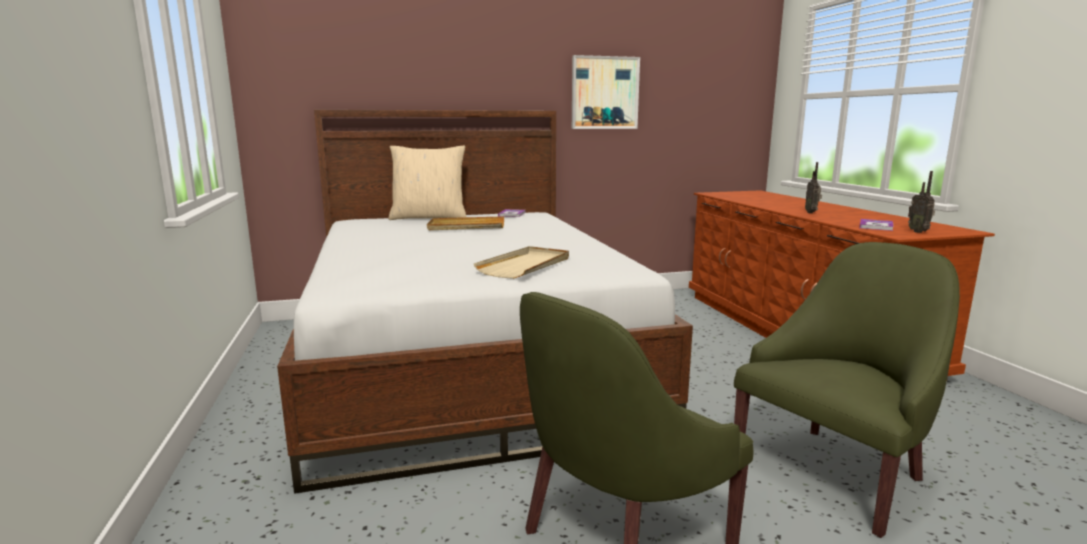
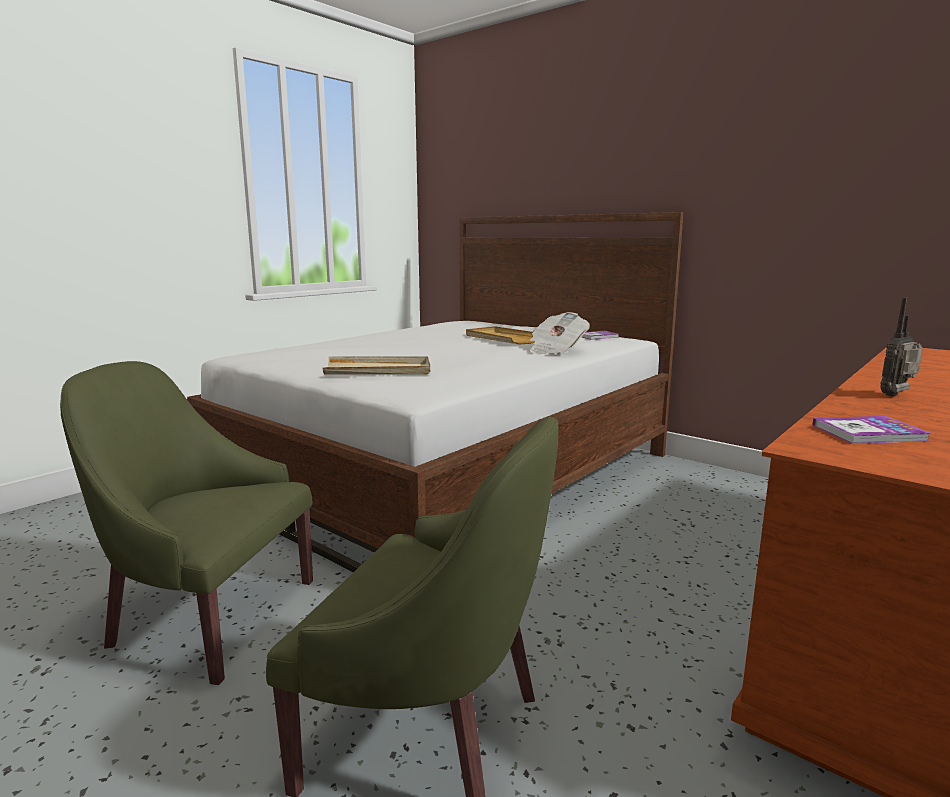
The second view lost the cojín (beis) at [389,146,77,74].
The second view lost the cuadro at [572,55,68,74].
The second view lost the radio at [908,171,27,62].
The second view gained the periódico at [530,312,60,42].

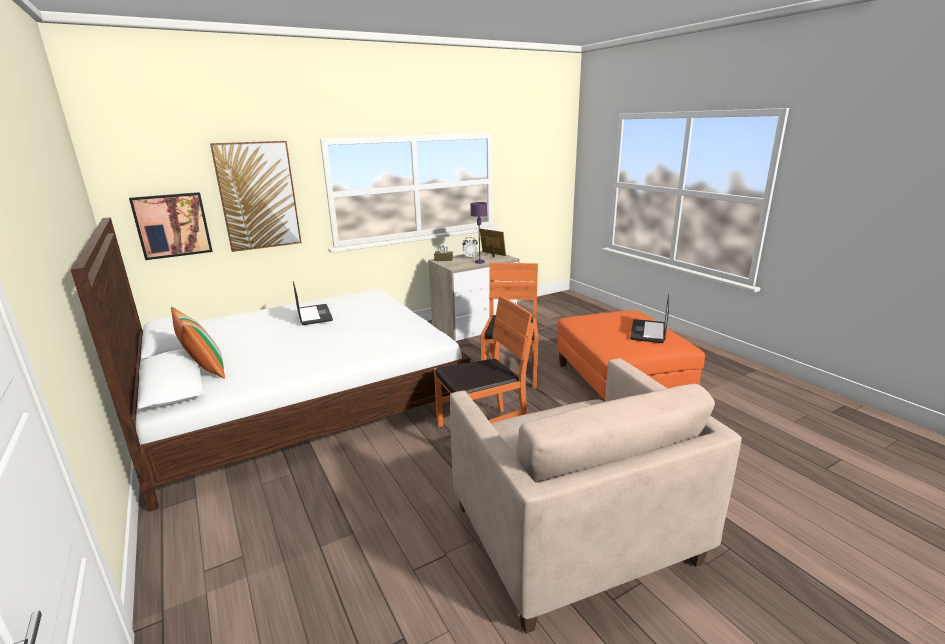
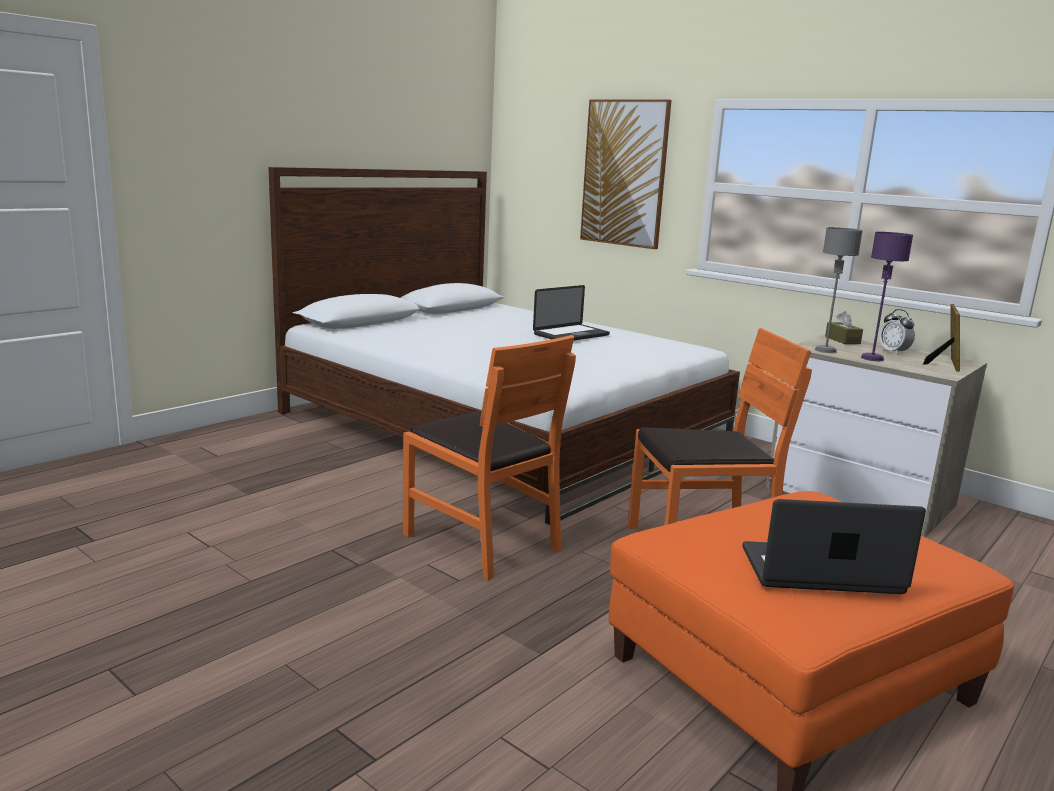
The second view lost the cuadro at [129,192,84,68].
The second view lost the cojín at [171,307,54,72].
The second view lost the sillón (beis) at [450,358,292,276].
The second view gained the lámpara de mesa (gris) at [815,227,48,126].

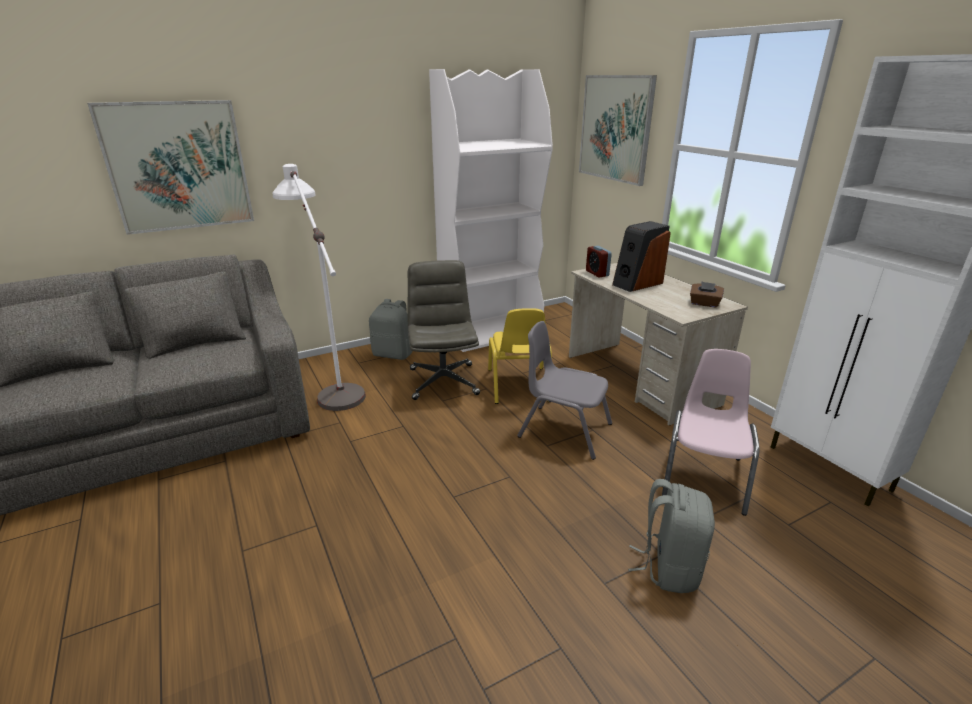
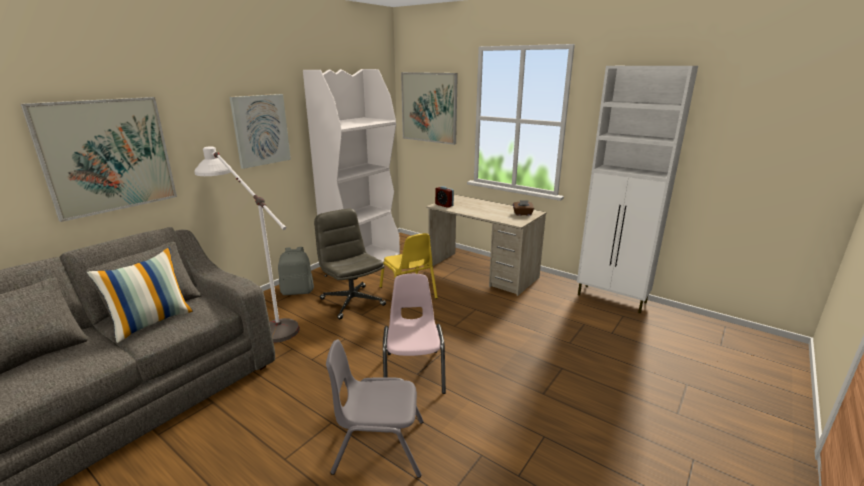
The silla (gris) ended up elsewhere, having gone from [517,321,95,139] to [326,339,98,139].
The second view lost the altavoz at [612,221,59,71].
The second view lost the mochila (gris) at [628,479,87,114].
The silla (rosa) ended up elsewhere, having gone from [662,349,98,167] to [383,274,63,120].
The second view gained the cojín at [87,248,106,95].
The second view gained the cuadro at [230,94,61,75].

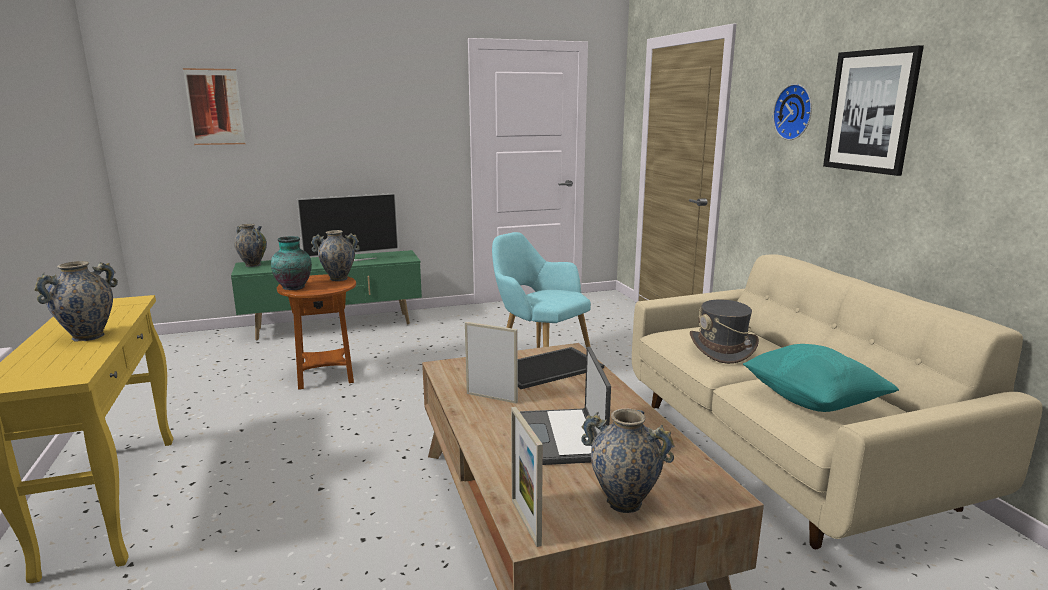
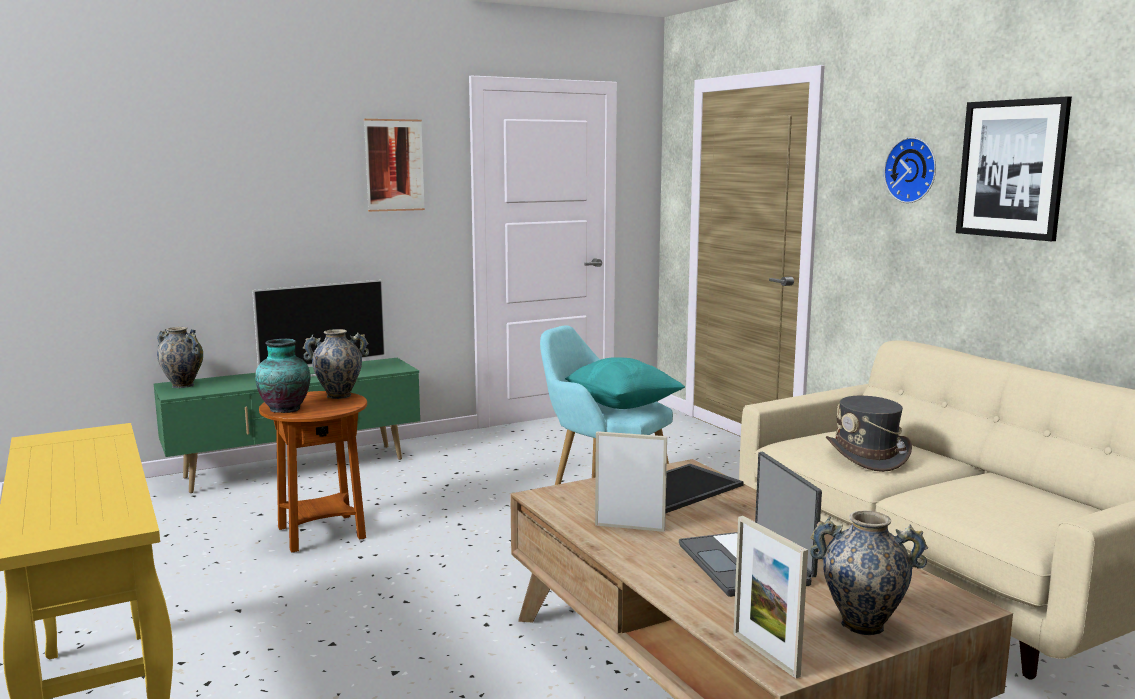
The second view lost the florero at [34,261,84,81].
The cuadro ended up elsewhere, having gone from [183,68,62,77] to [364,119,61,93].
The cojín (turquesa) ended up elsewhere, having gone from [743,344,156,68] to [565,357,120,52].

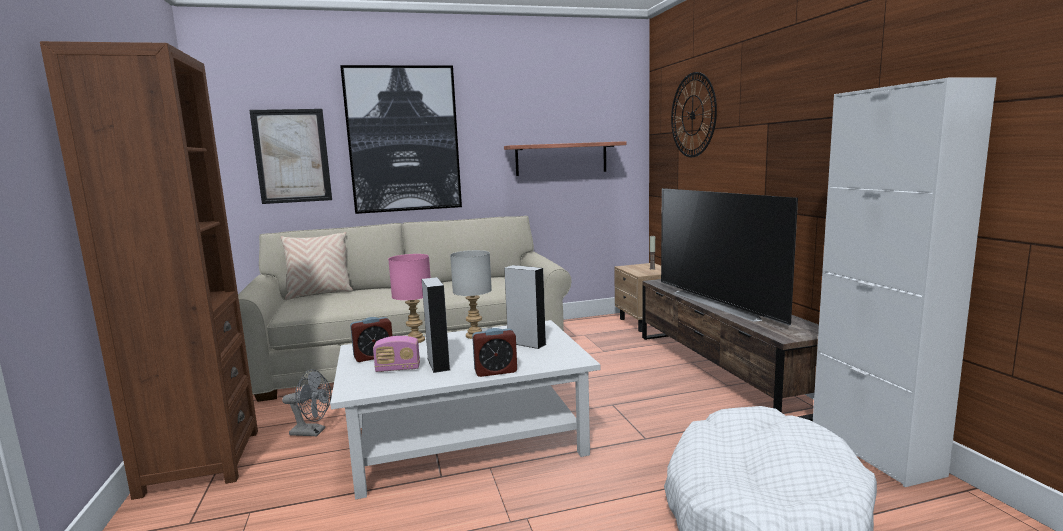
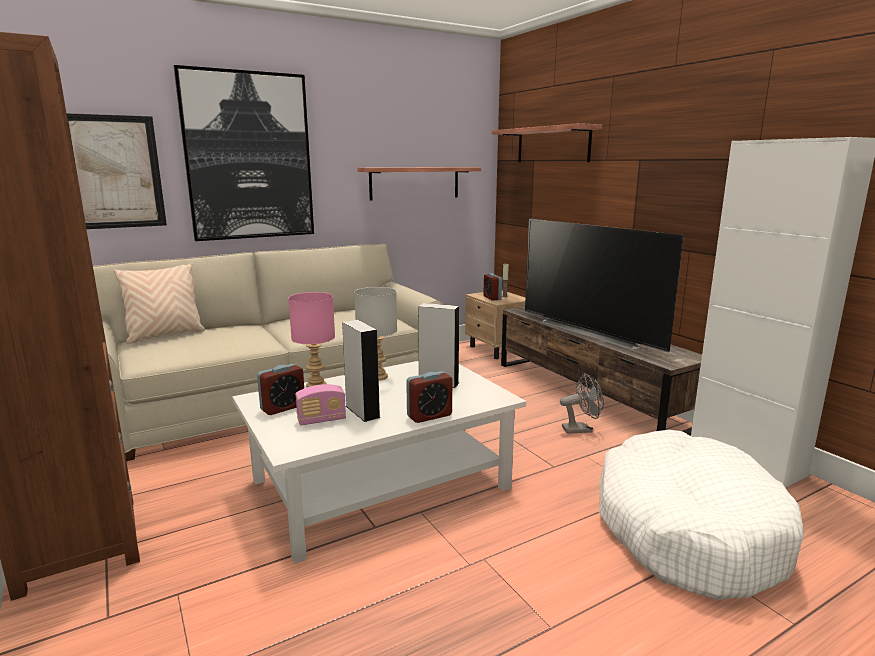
The ventilador (gris) ended up elsewhere, having gone from [282,369,50,67] to [560,373,44,61].
Where the reloj de pared hung at [671,72,46,85], the estante came to hang at [492,123,110,39].
The second view gained the despertador at [483,273,19,27].

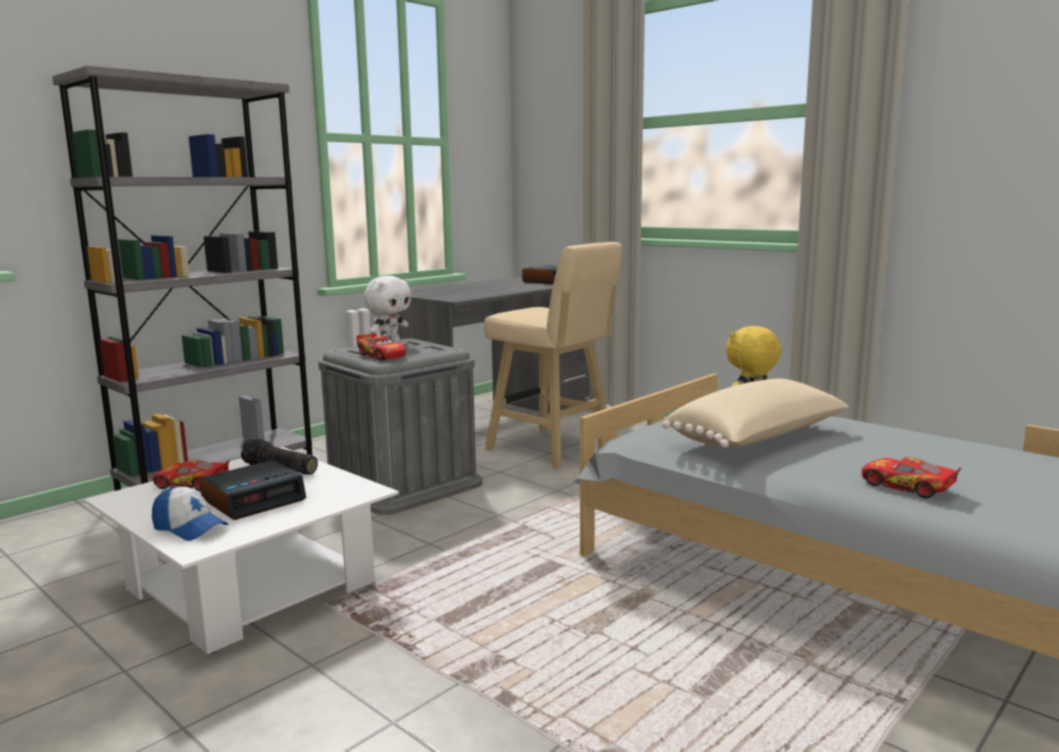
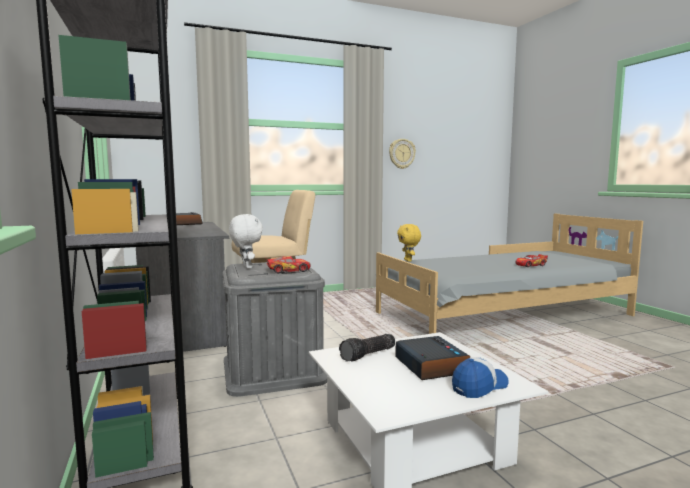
The second view lost the coche de juguete at [153,459,77,32].
The second view lost the cojín (beis) at [662,379,187,69].
The second view gained the reloj de pared at [389,139,27,30].

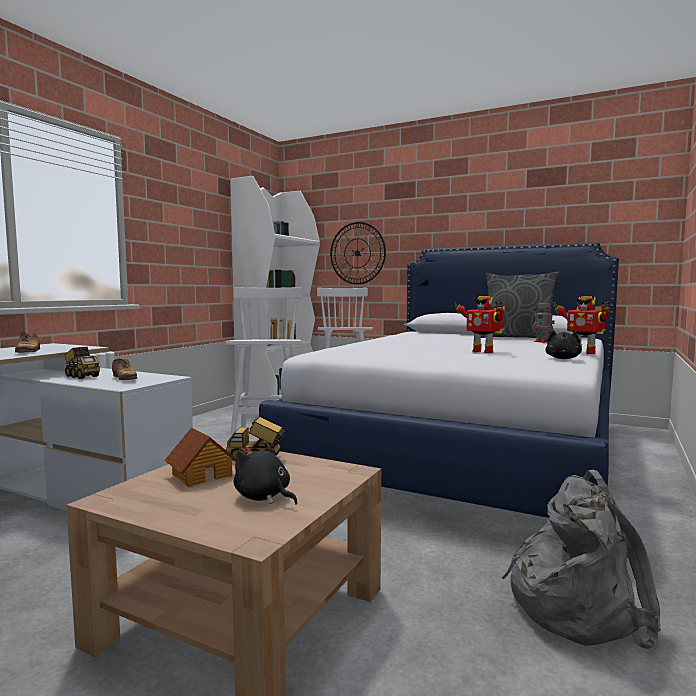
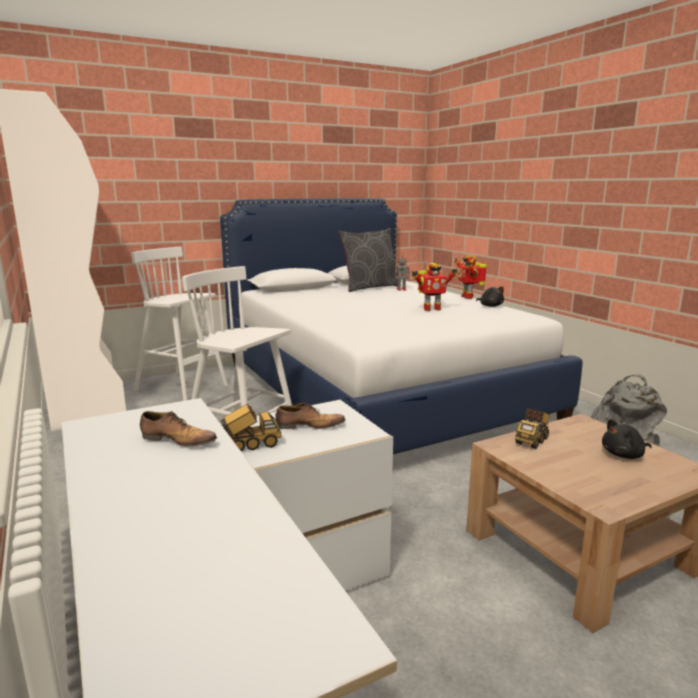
The second view lost the casita at [164,427,72,60].
The second view lost the reloj de pared at [330,222,56,62].
The robot de juguete at [552,296,58,58] ended up facing another way, 90 degrees clockwise from before.

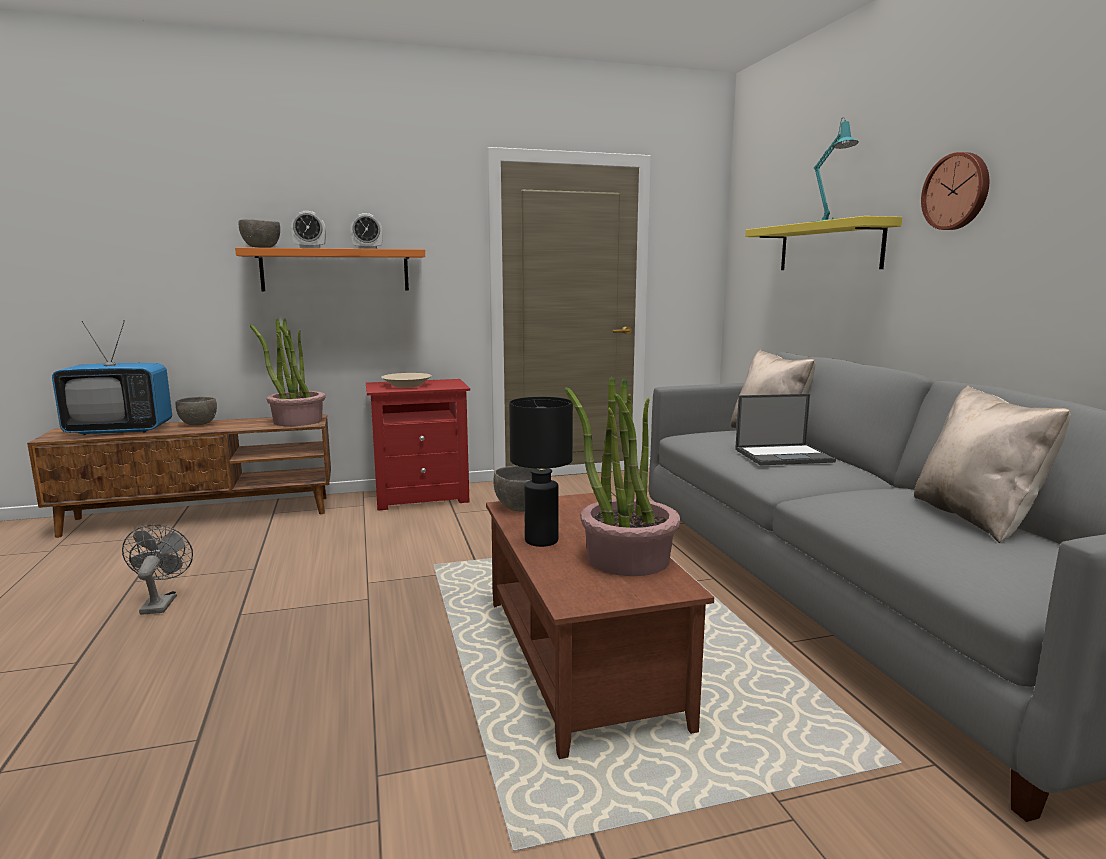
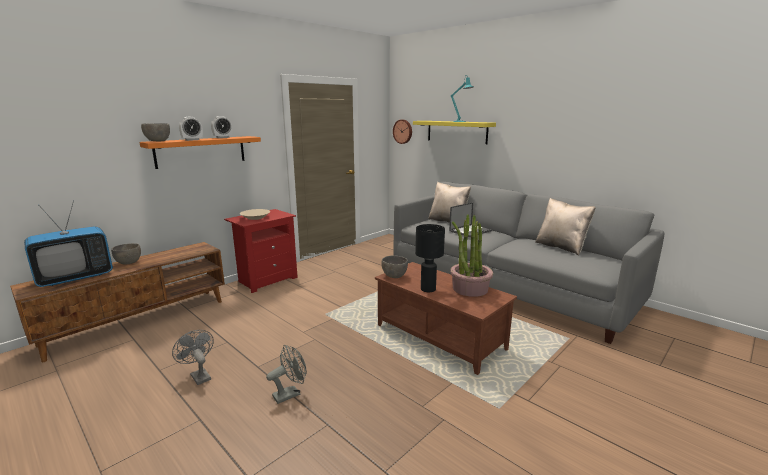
The second view lost the planta en maceta at [250,318,75,108].
The reloj de pared ended up elsewhere, having gone from [921,152,68,78] to [393,120,19,24].
The second view gained the ventilador (gris) at [266,345,41,59].

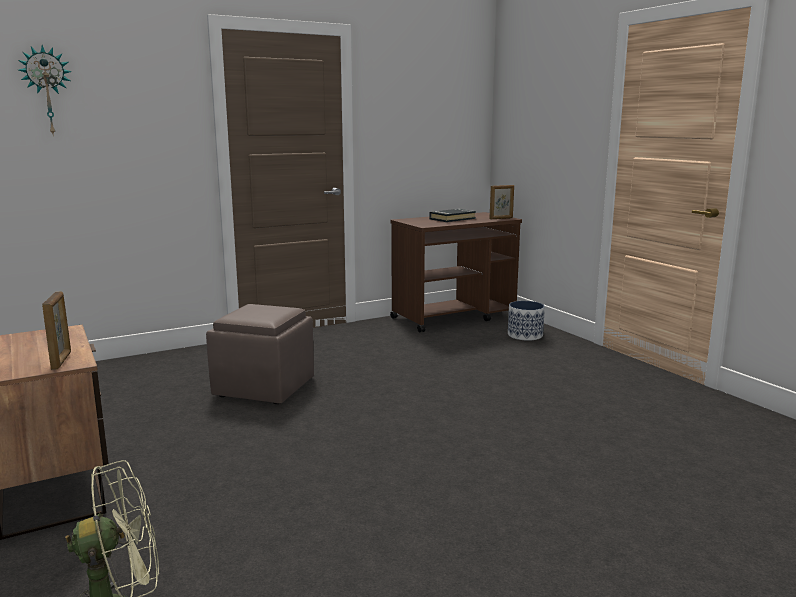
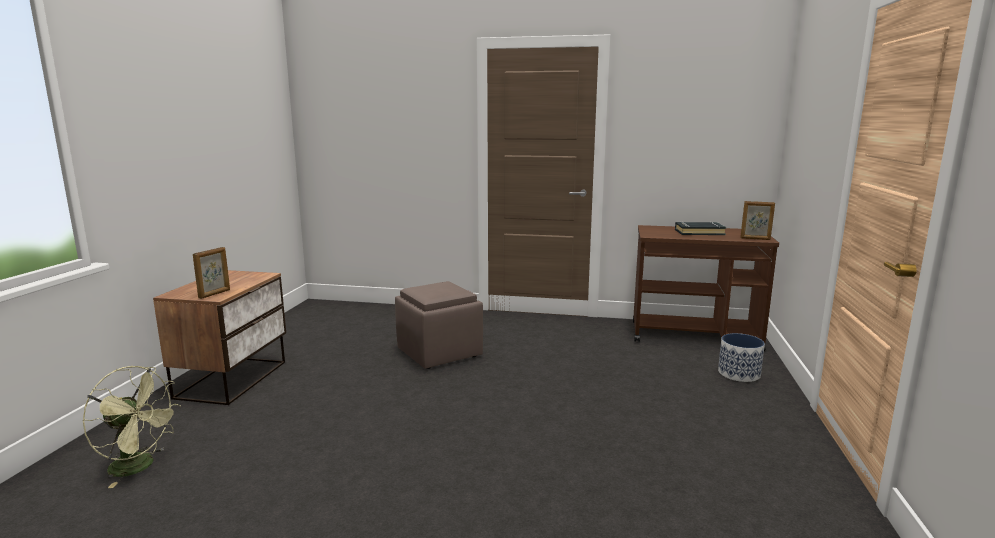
The second view lost the reloj de pared at [18,45,54,91].

